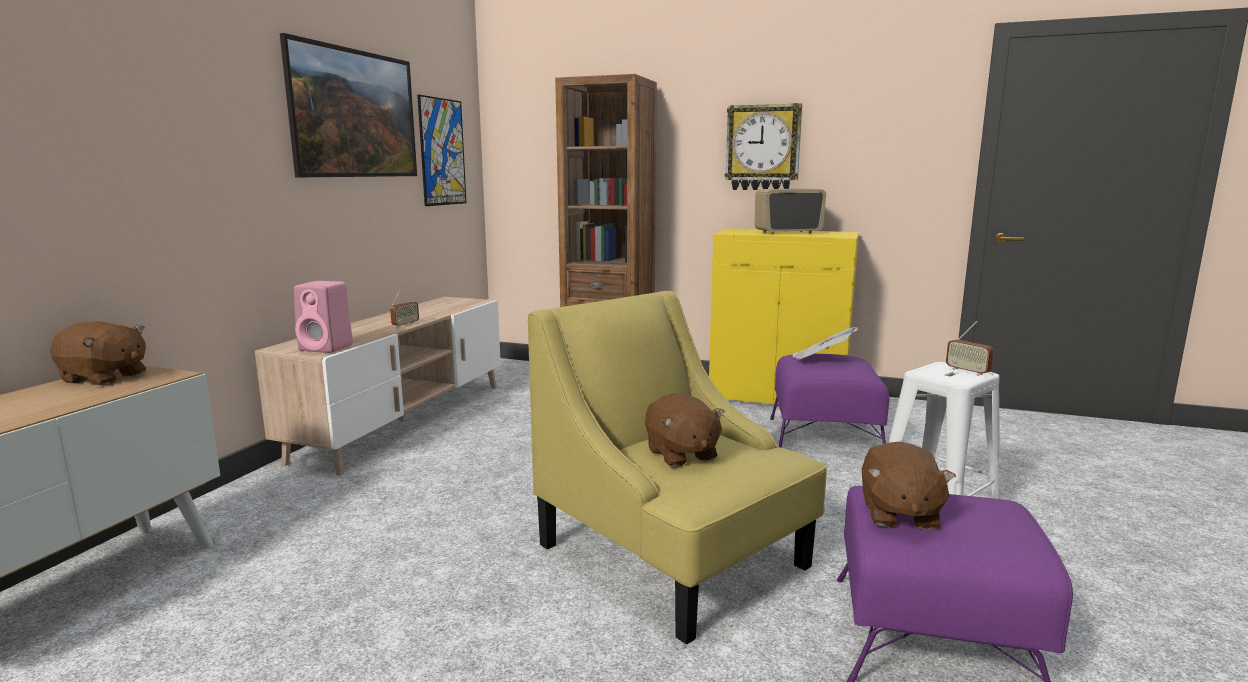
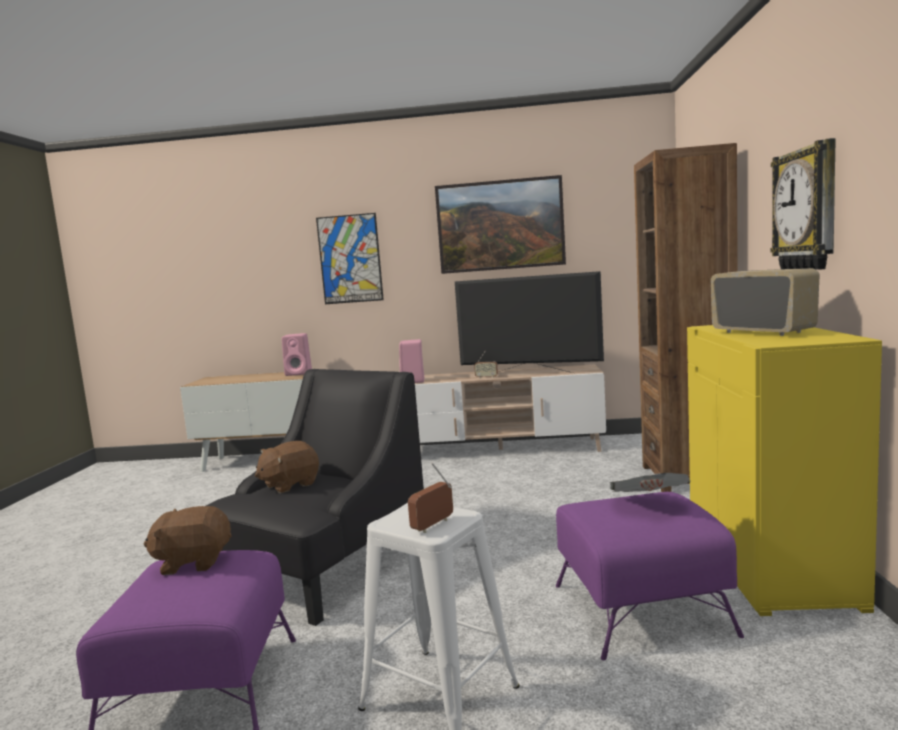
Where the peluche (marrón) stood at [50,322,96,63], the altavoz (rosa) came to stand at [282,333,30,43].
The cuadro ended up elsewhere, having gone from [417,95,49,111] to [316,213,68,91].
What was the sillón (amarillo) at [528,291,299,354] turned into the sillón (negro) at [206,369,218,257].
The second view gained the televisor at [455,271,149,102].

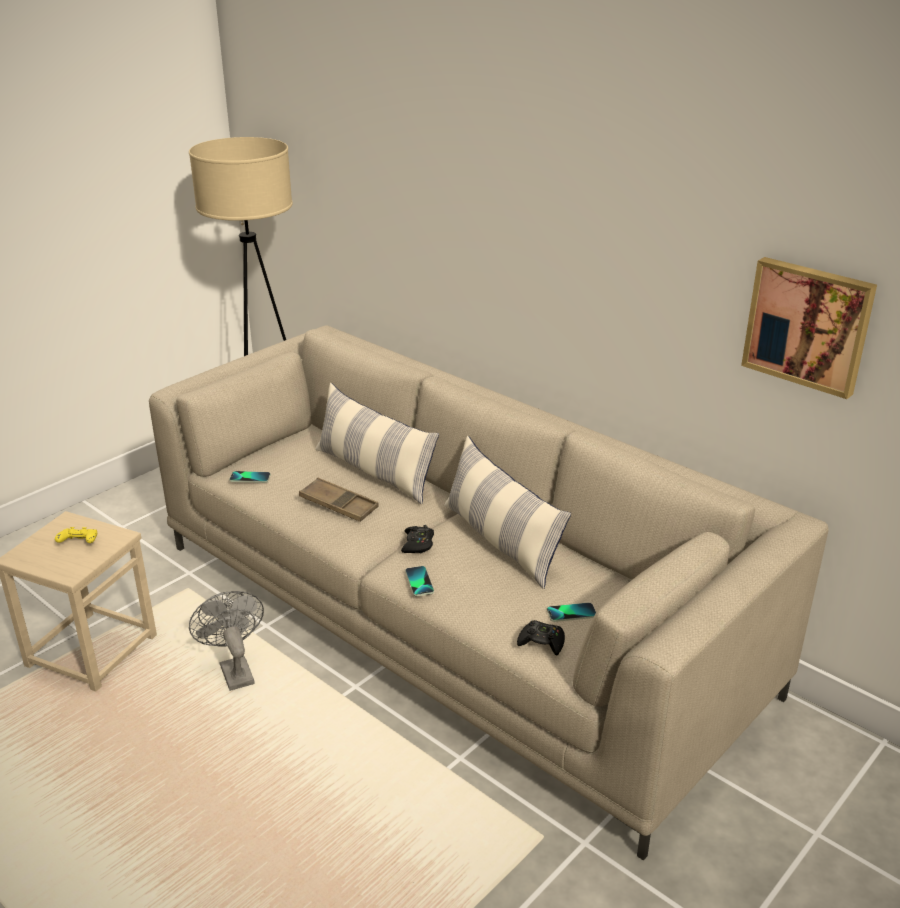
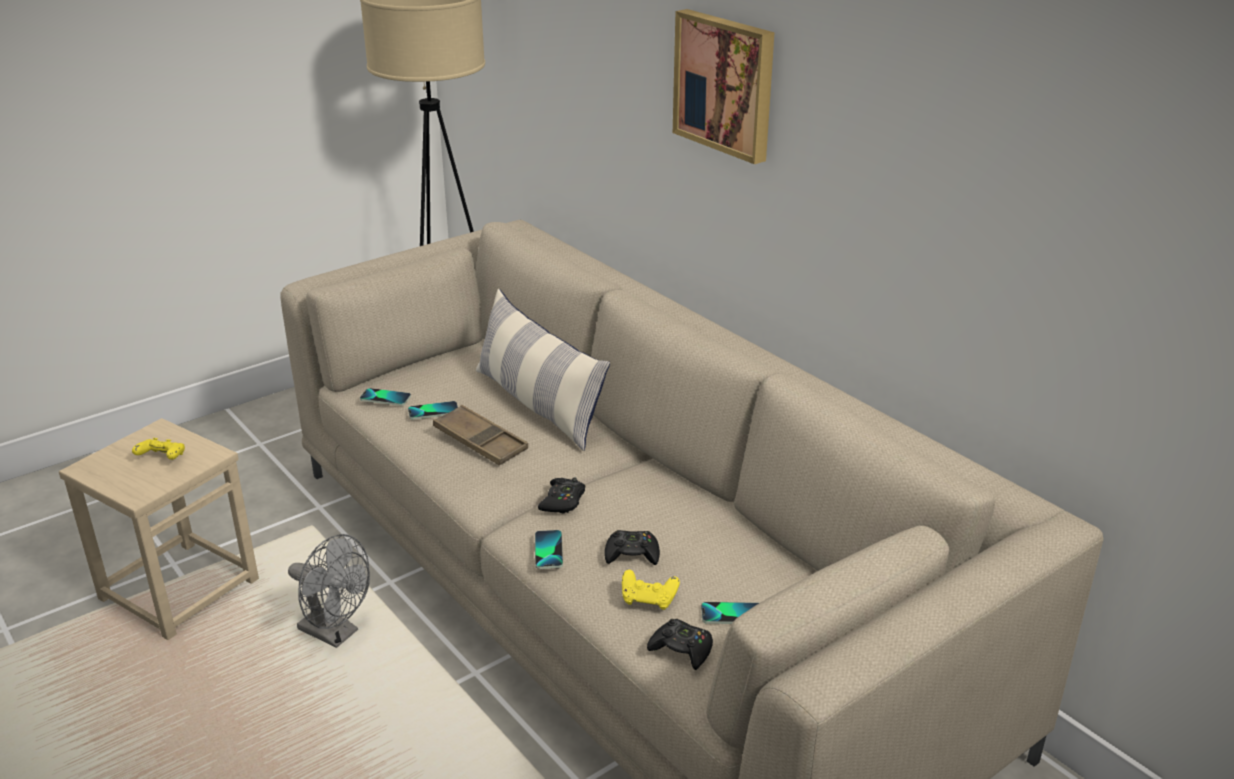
The ventilador (gris) at [189,591,75,100] ended up facing another way, 135 degrees clockwise from before.
The second view lost the cojín at [444,436,127,153].
The cuadro ended up elsewhere, having gone from [741,257,136,142] to [673,9,102,155].
The second view gained the móvil at [408,401,50,19].
The second view gained the mando de consola (negro) at [604,530,56,35].
The second view gained the mando de consola (amarillo) at [622,570,58,40].

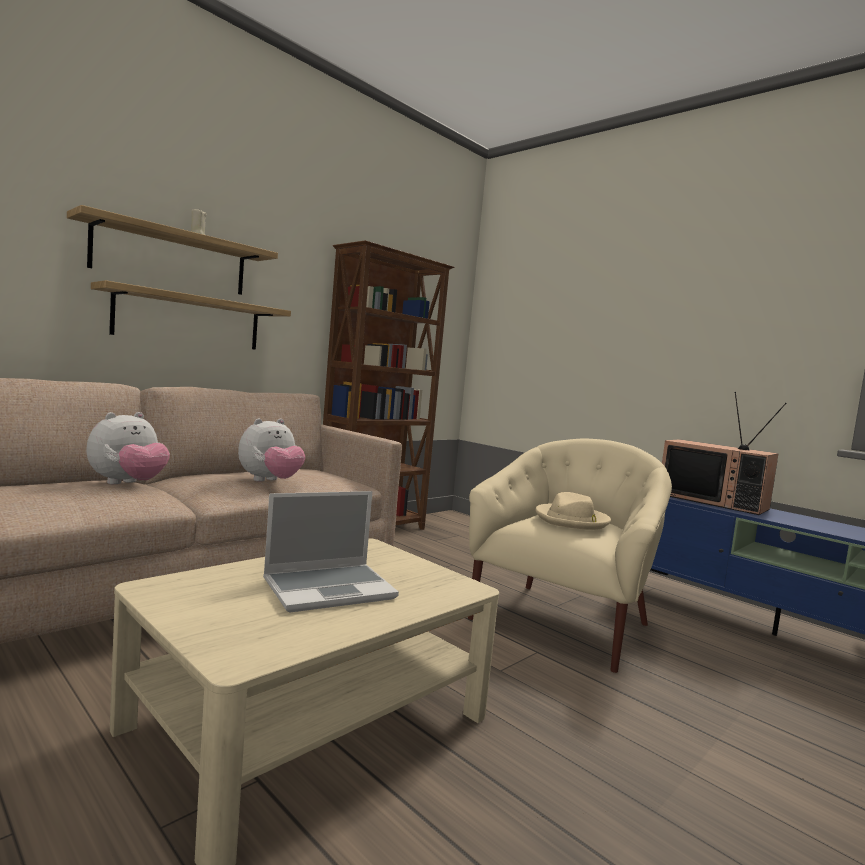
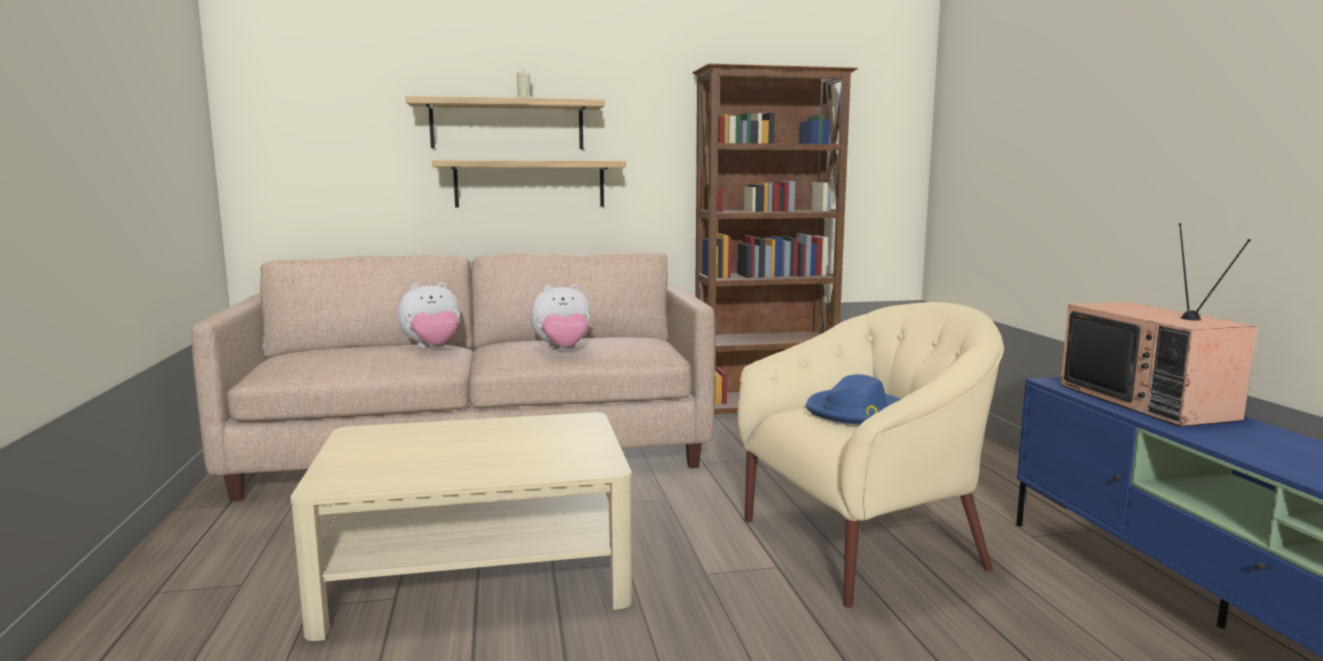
The second view lost the portátil at [263,491,136,122].
What was the sombrero (beis) at [536,492,75,38] turned into the sombrero (azul) at [806,374,95,51].

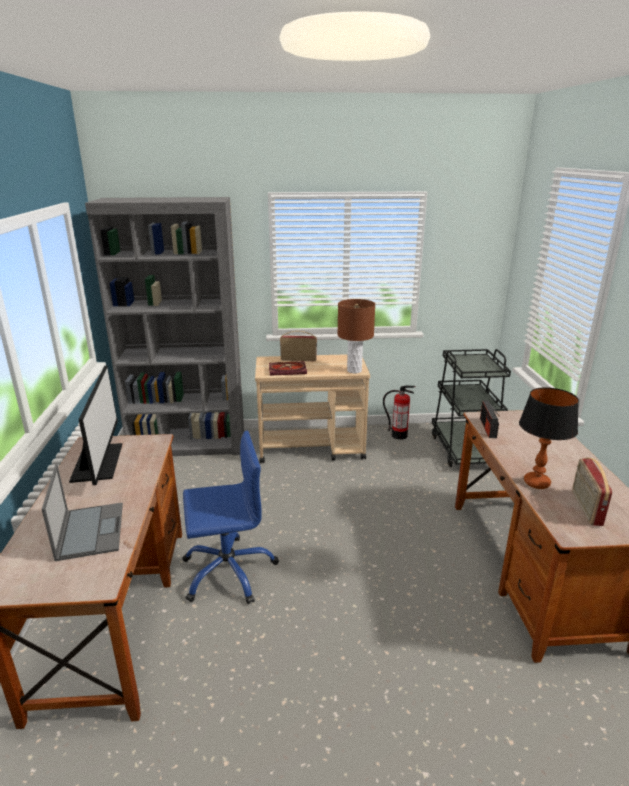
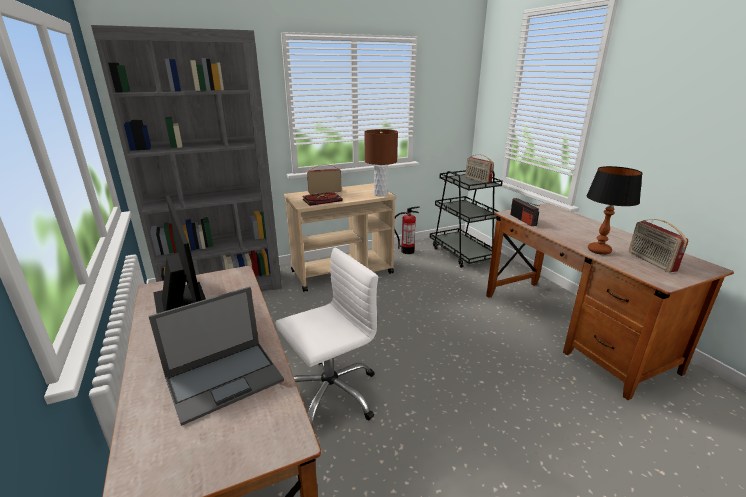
The portátil at [42,464,81,97] ended up facing another way, 90 degrees clockwise from before.
What was the silla de oficina (azul) at [183,431,96,173] turned into the silla de oficina (blanco) at [276,247,102,180].
The second view gained the radio at [466,154,28,29].

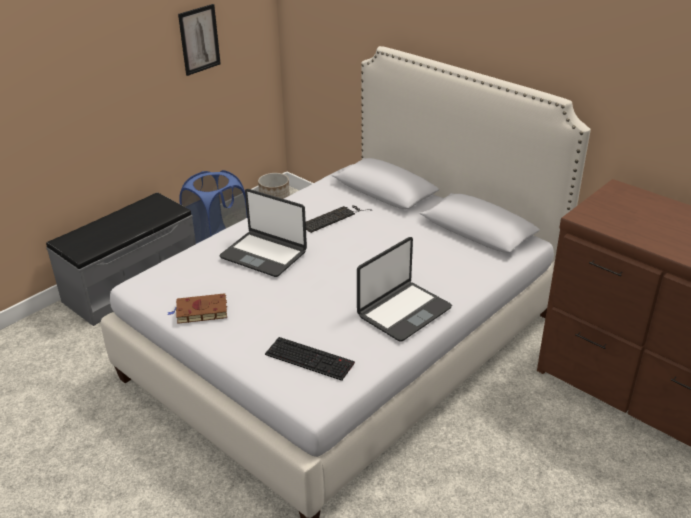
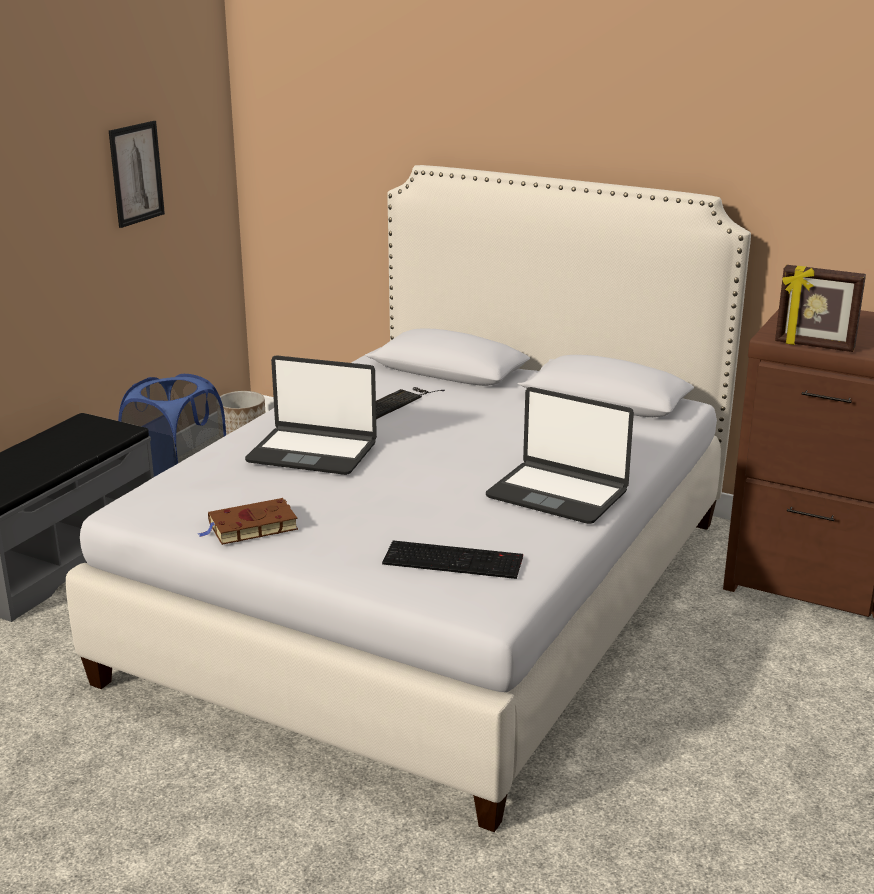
The portátil at [357,237,95,105] ended up facing another way, 90 degrees clockwise from before.
The second view gained the portarretratos at [775,265,91,87].

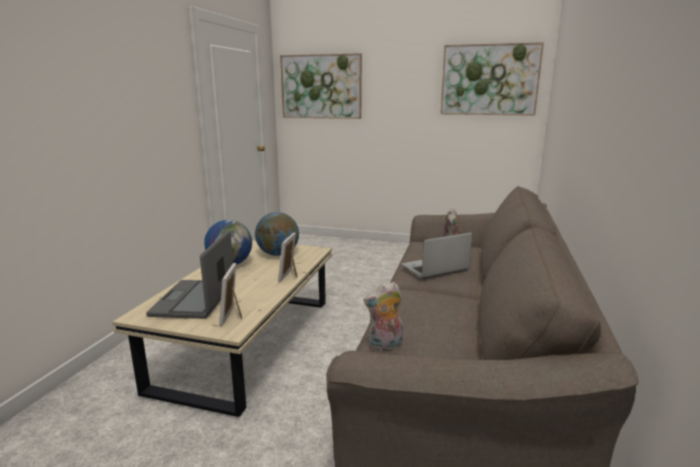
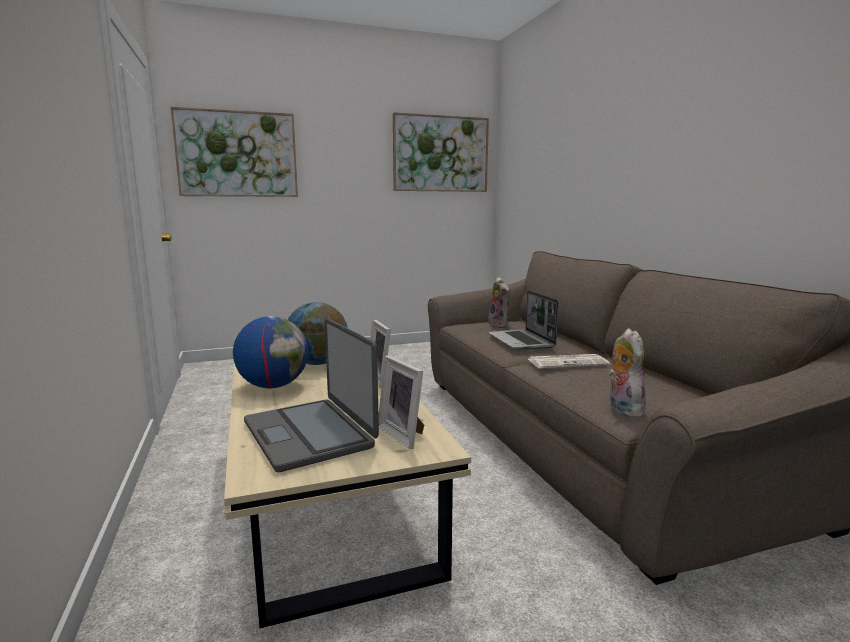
The peluche at [364,282,39,69] ended up facing another way, 135 degrees clockwise from before.
The portátil at [401,232,71,47] ended up facing another way, 45 degrees counterclockwise from before.
The second view gained the periódico at [528,354,82,15].

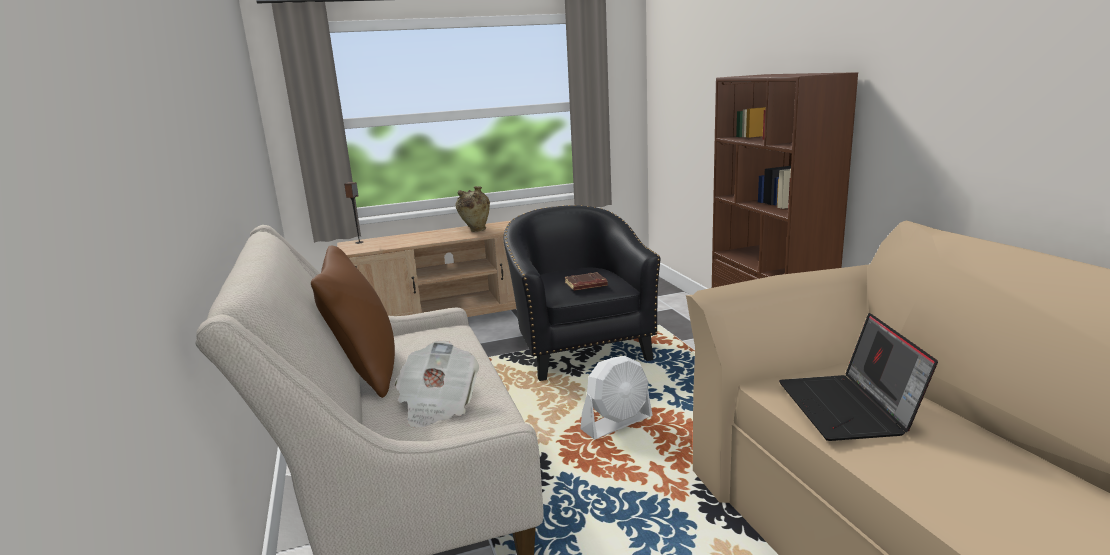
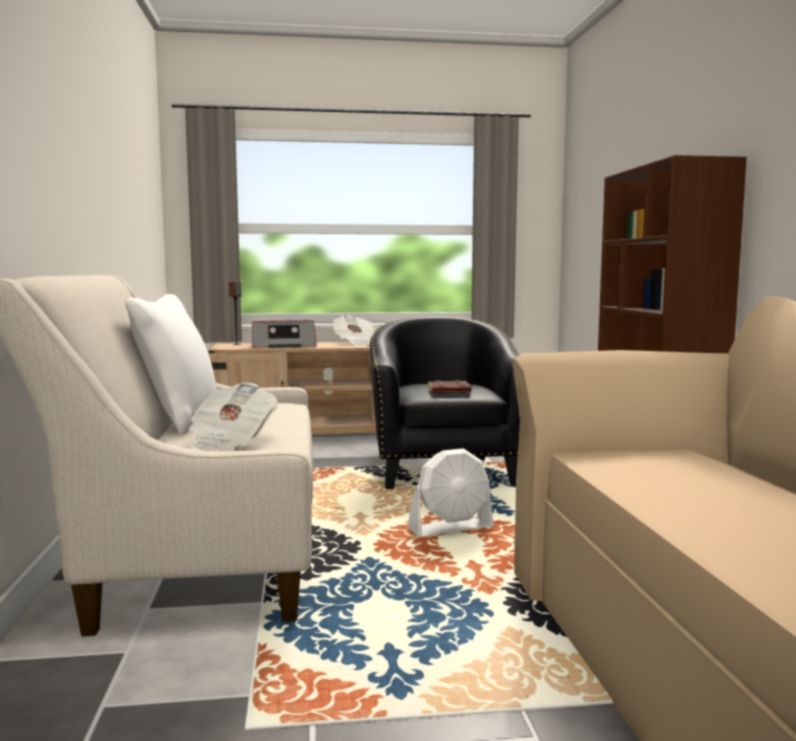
What was the cojín (marrón) at [311,246,84,152] turned into the cojín (blanco) at [125,294,92,140].
Where the florero (beis) stood at [456,186,34,46], the periódico came to stand at [333,315,43,32].
The second view lost the portátil at [779,313,159,128].
The second view gained the radio at [252,320,65,28].

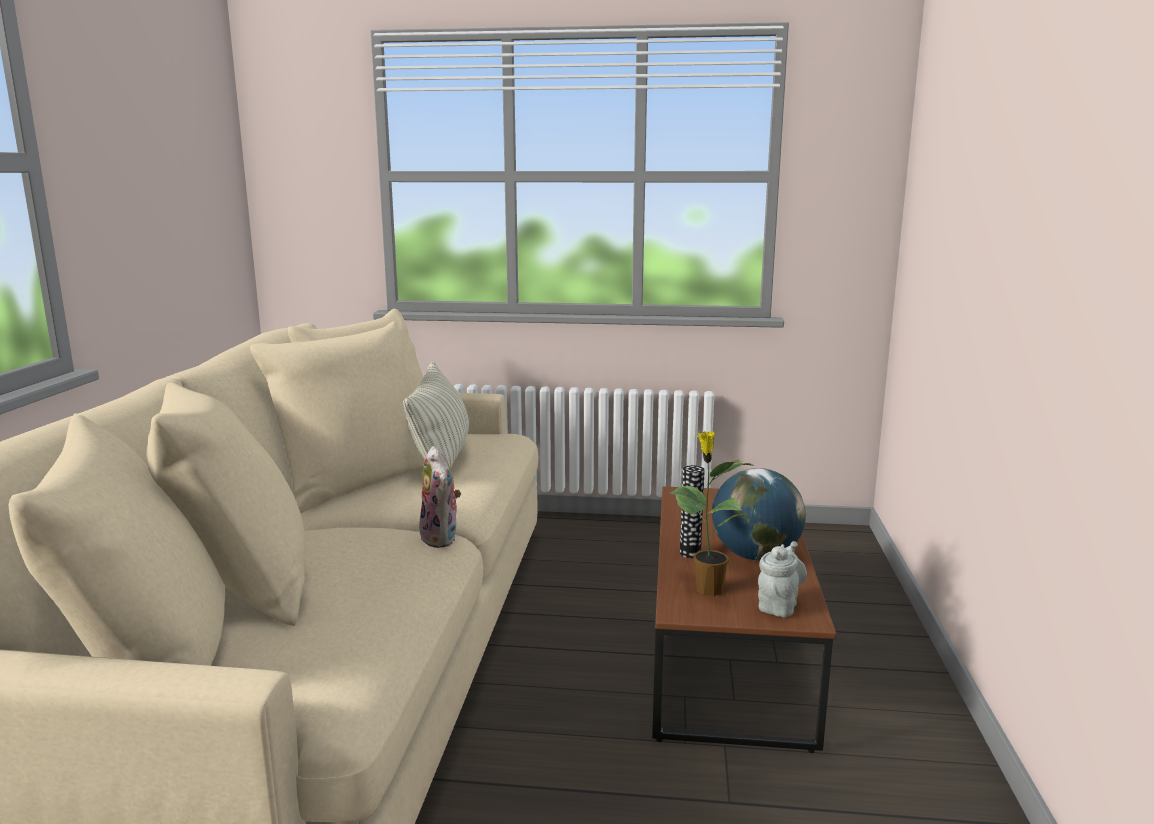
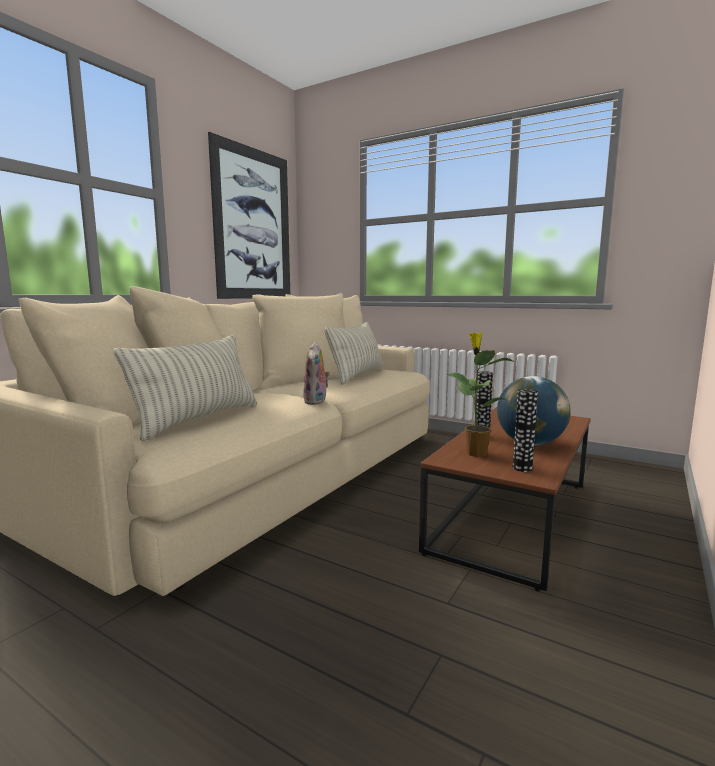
Where the tetera (gris) stood at [758,541,49,76], the florero came to stand at [513,389,25,83].
The second view gained the cojín at [114,335,143,107].
The second view gained the cuadro at [208,132,82,167].

